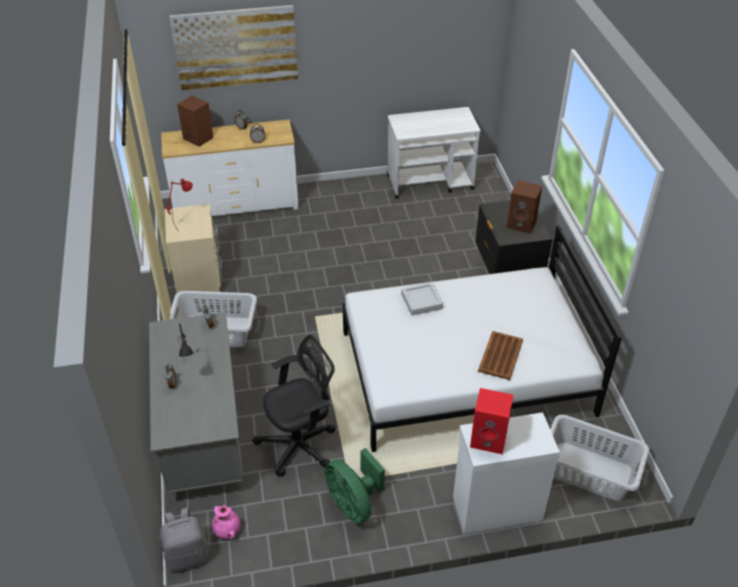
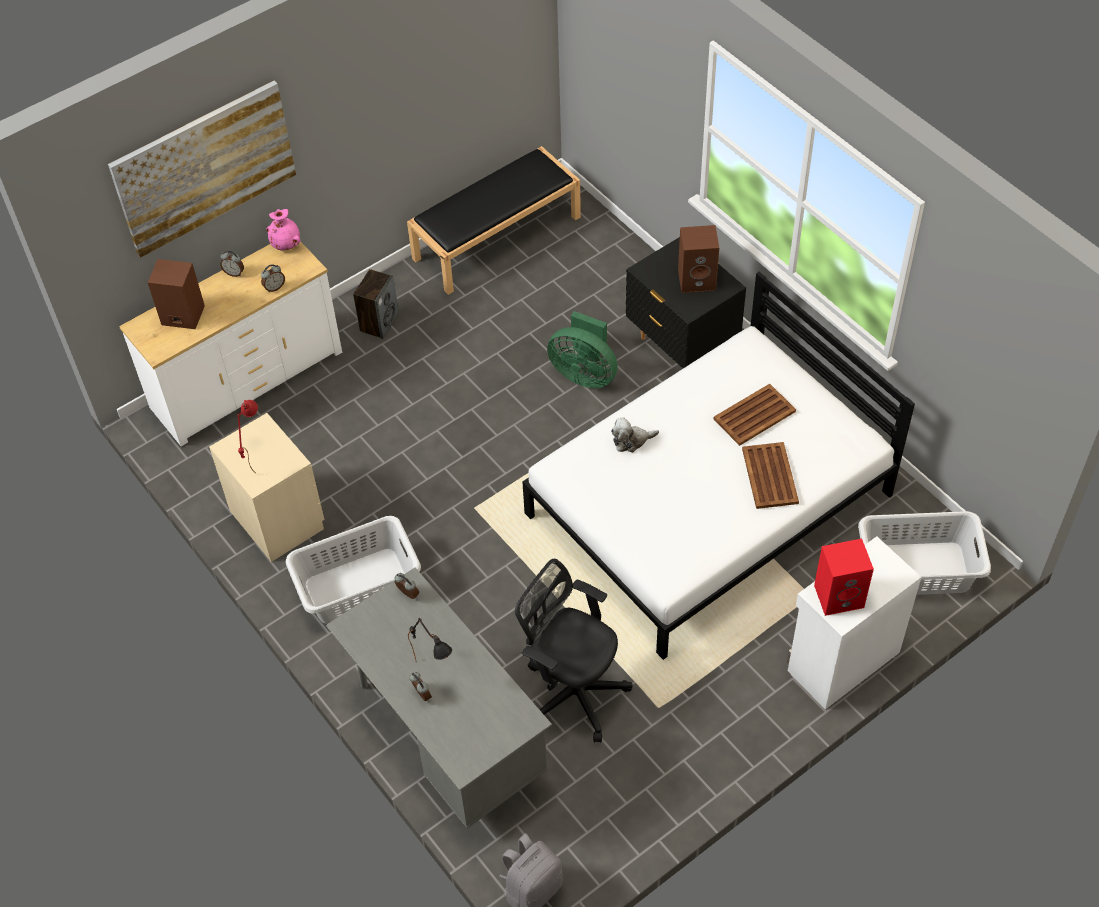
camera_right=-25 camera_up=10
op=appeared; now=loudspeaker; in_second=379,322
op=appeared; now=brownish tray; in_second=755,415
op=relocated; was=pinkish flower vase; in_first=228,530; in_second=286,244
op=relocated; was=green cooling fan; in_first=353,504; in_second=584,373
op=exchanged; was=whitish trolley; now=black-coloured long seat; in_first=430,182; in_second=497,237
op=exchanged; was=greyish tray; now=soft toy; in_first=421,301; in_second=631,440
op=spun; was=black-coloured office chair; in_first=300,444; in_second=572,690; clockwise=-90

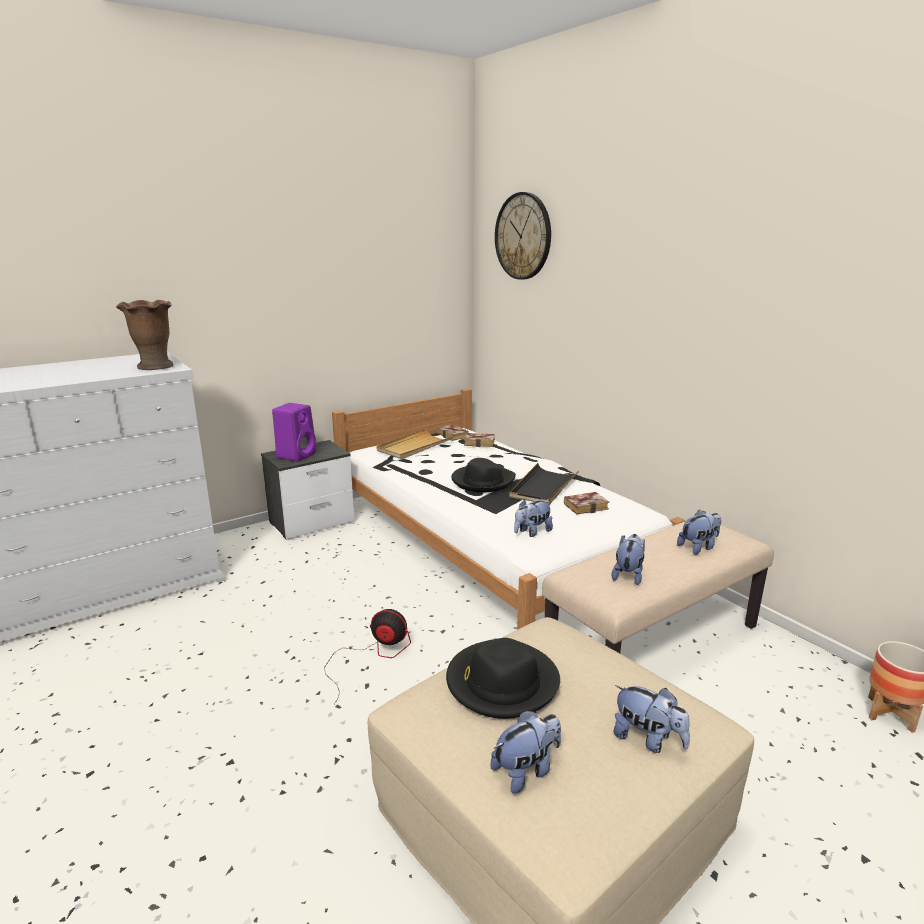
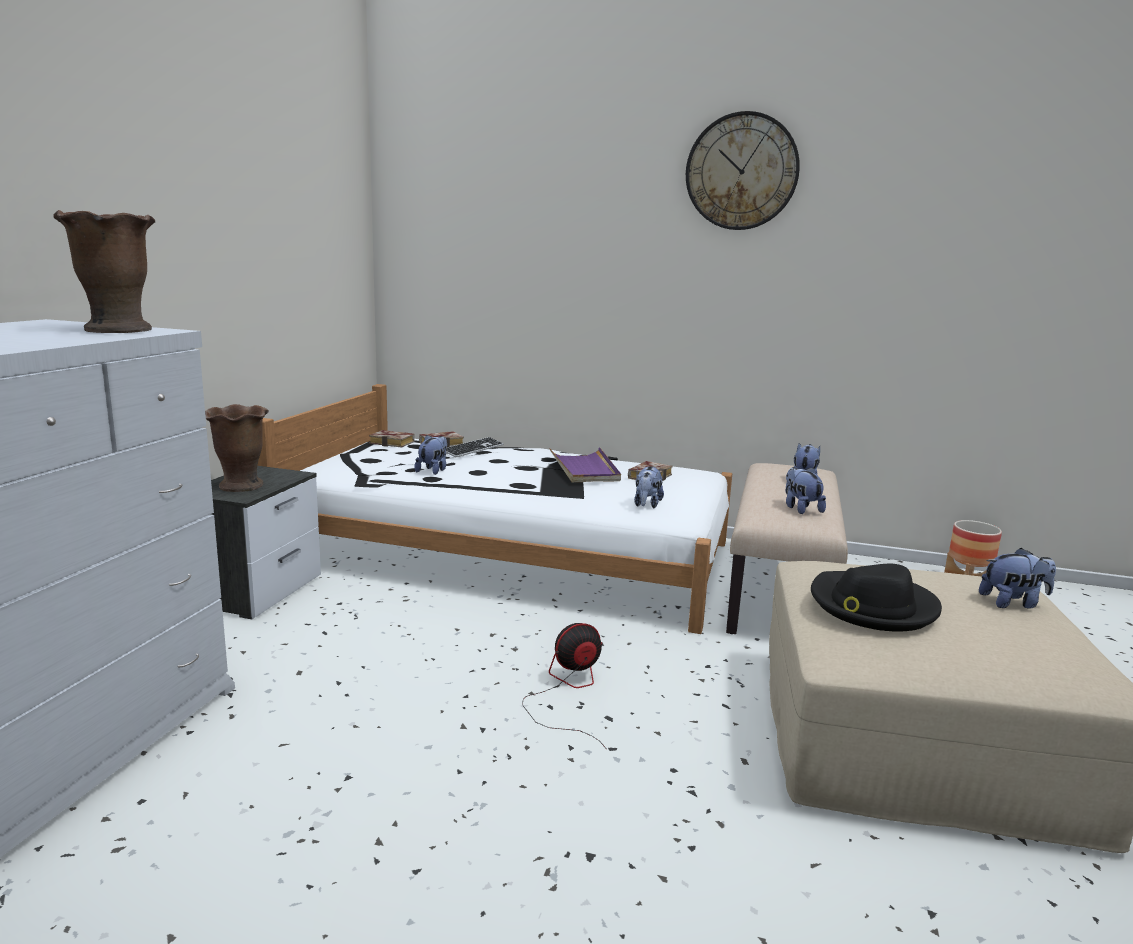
camera_right=-40 camera_up=-5
op=missing; was=beige-coloured tray; in_first=414,447
op=missing; was=black-coloured clothing hat; in_first=482,481
op=appeared; now=computer keyboard; in_second=473,449
op=relocated; was=soft toy; in_first=526,770; in_second=433,470
op=relocated; was=clock on the wall; in_first=523,236; in_second=741,172
op=exchanged; was=purplish loudspeaker; now=brownish flower vase; in_first=297,455; in_second=241,486
op=colour; was=black-coloured tray; now=purplish tray; in_first=543,487; in_second=584,469

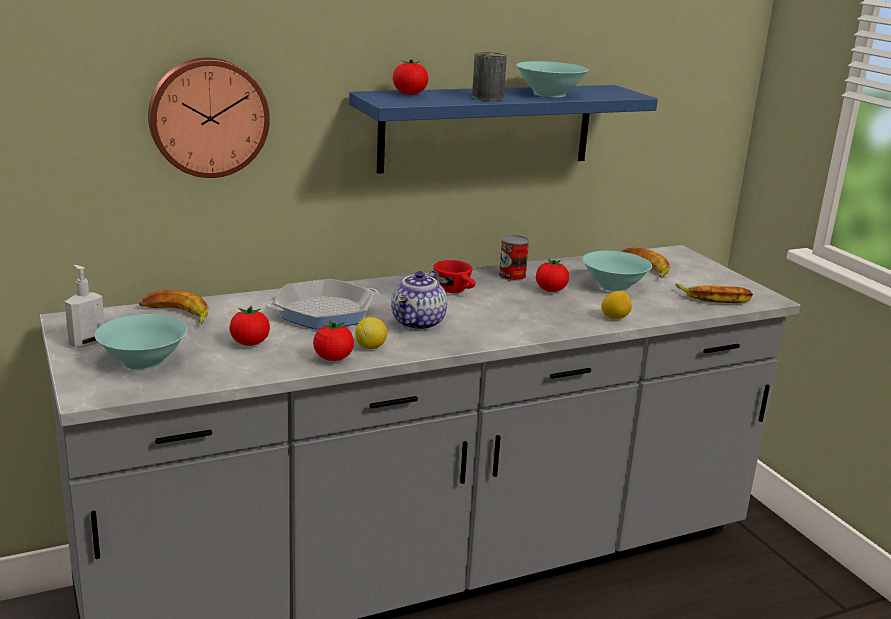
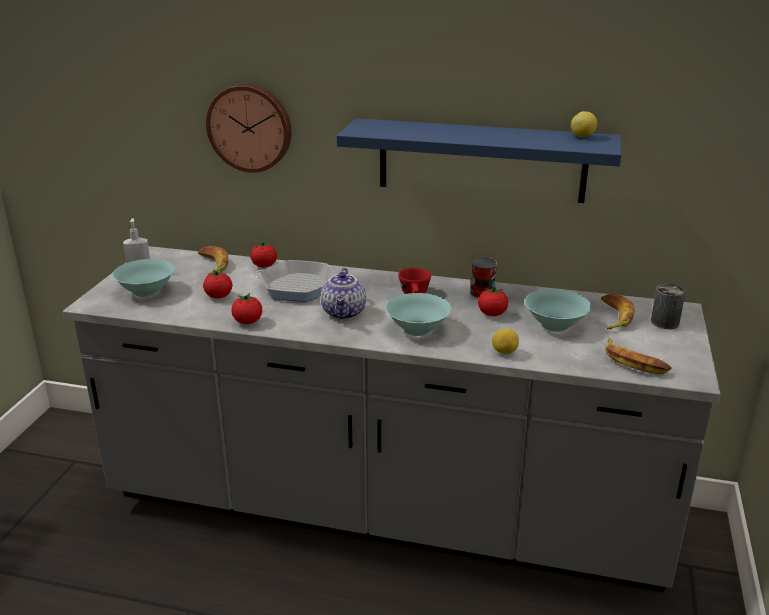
camera_right=40 camera_up=5
op=relocated; was=whole lemon; in_first=370,347; in_second=583,136
op=relocated; was=whole tomato; in_first=409,94; in_second=264,266
op=relocated; was=metal can; in_first=487,97; in_second=664,322
op=relocated; was=turquoise-coloured serving bowl; in_first=549,94; in_second=418,328
op=spun; was=pot for tea; in_first=419,323; in_second=345,313; clockwise=-60

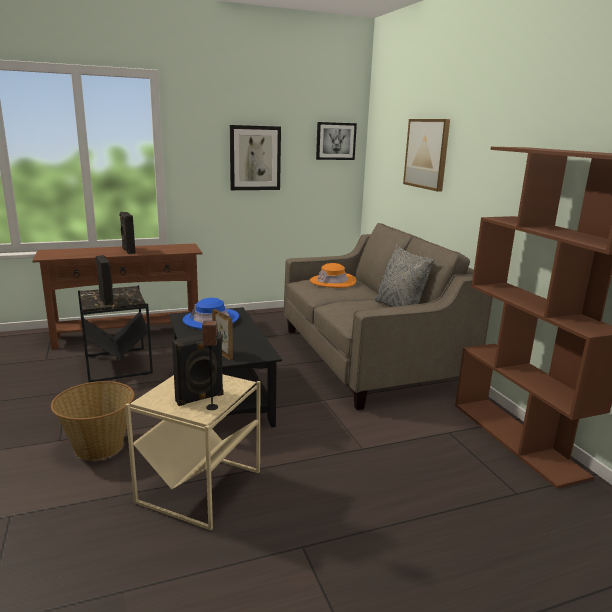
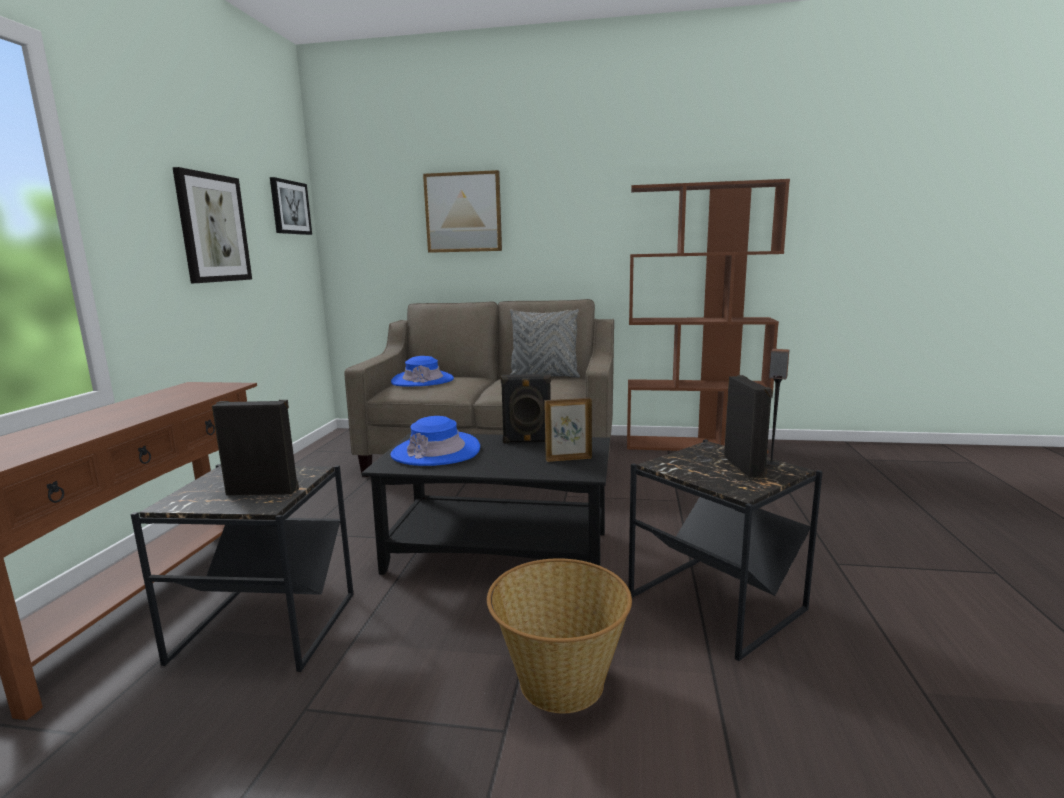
camera_right=-60 camera_up=-5
op=relocated; was=black-coloured loudspeaker; in_first=128,251; in_second=527,441
op=colour; was=beige-coloured side table; now=black-coloured side table; in_first=201,487; in_second=715,603
op=colour; was=orangey clothing hat; now=bluish clothing hat; in_first=332,281; in_second=422,380

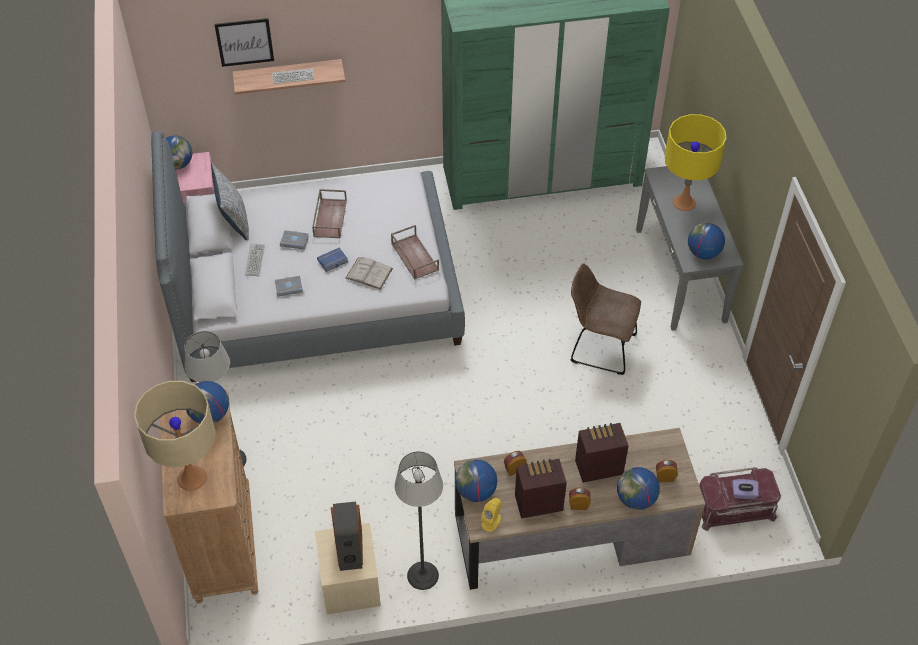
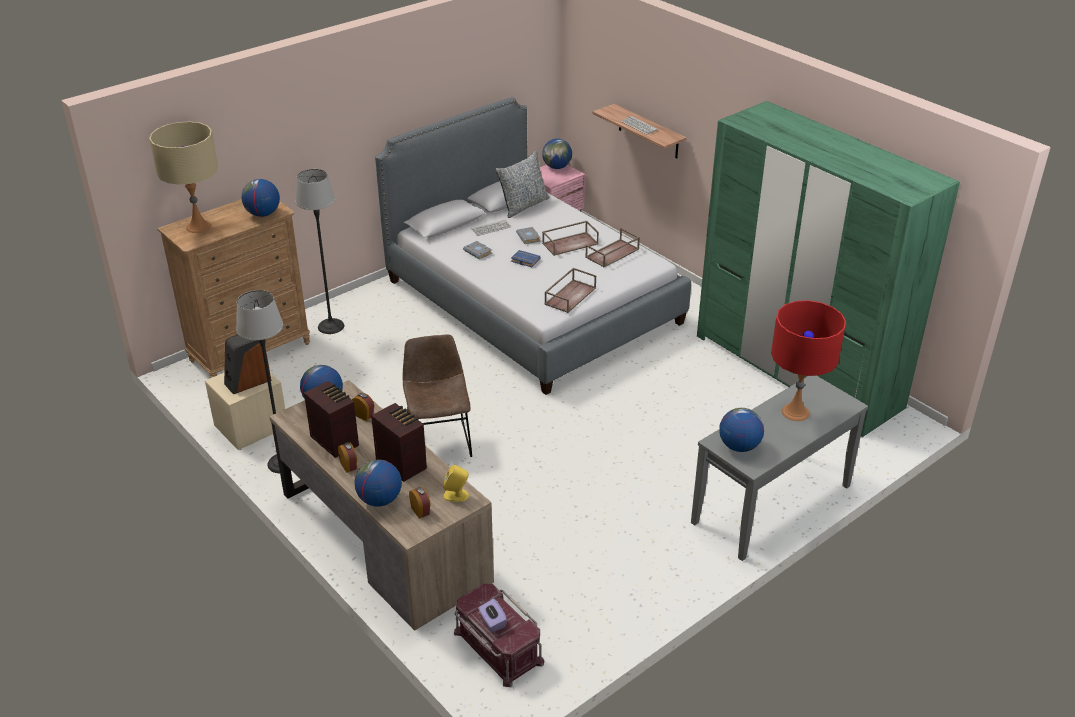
camera_right=60 camera_up=-15
op=missing; was=picture; in_first=244,42
op=missing; was=whitish book; in_first=369,273
op=appeared; now=brownish tray; in_second=612,254
op=relocated; was=yellowish loudspeaker; in_first=491,521; in_second=456,495
op=relocated; was=brownish chair; in_first=599,347; in_second=438,440
op=colour; was=yellowish lamp for a table; now=reddish lamp for a table; in_first=684,202; in_second=795,412

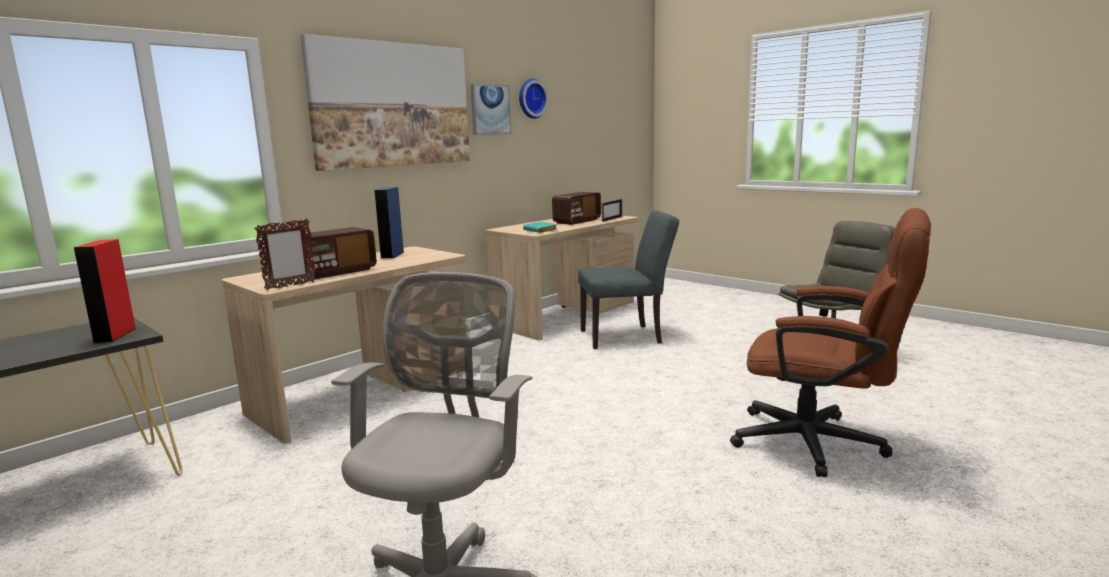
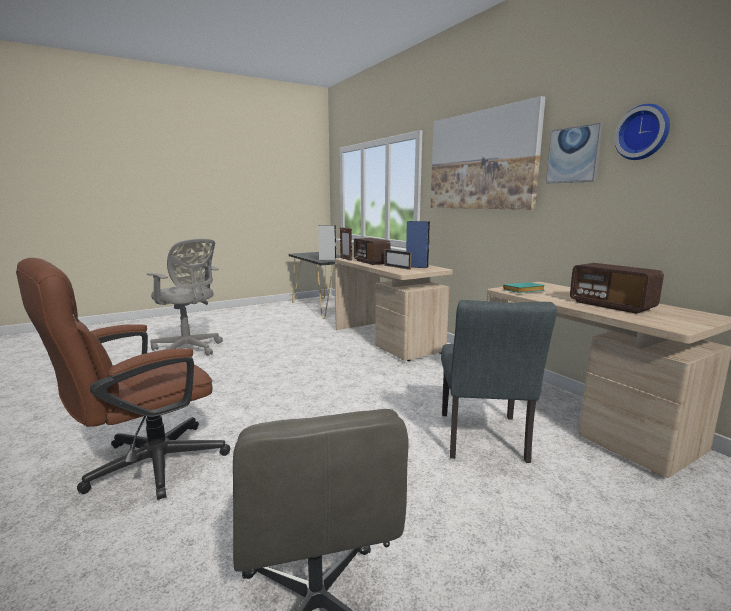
camera_right=105 camera_up=0
op=relocated; was=photo frame; in_first=612,219; in_second=397,267
op=colour; was=reddish loudspeaker; now=greyish loudspeaker; in_first=115,335; in_second=327,260

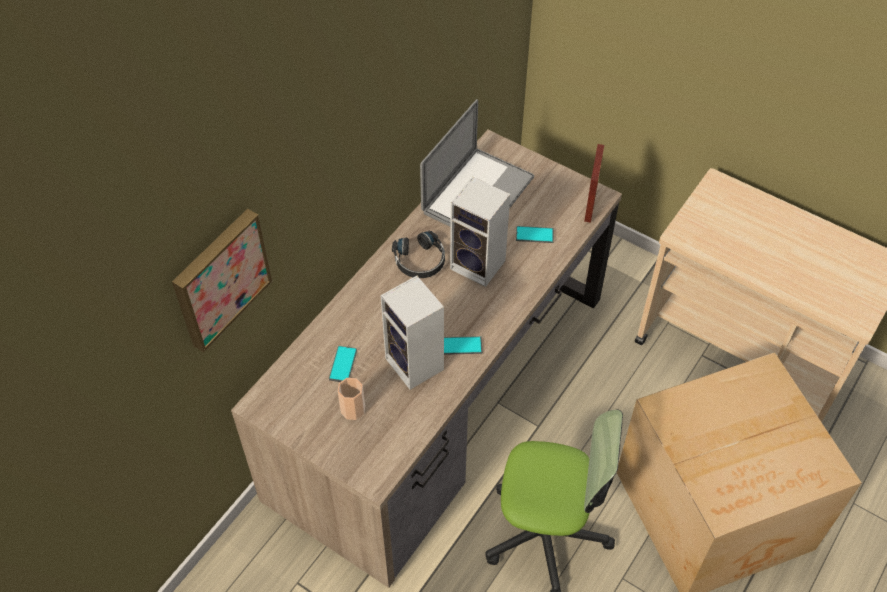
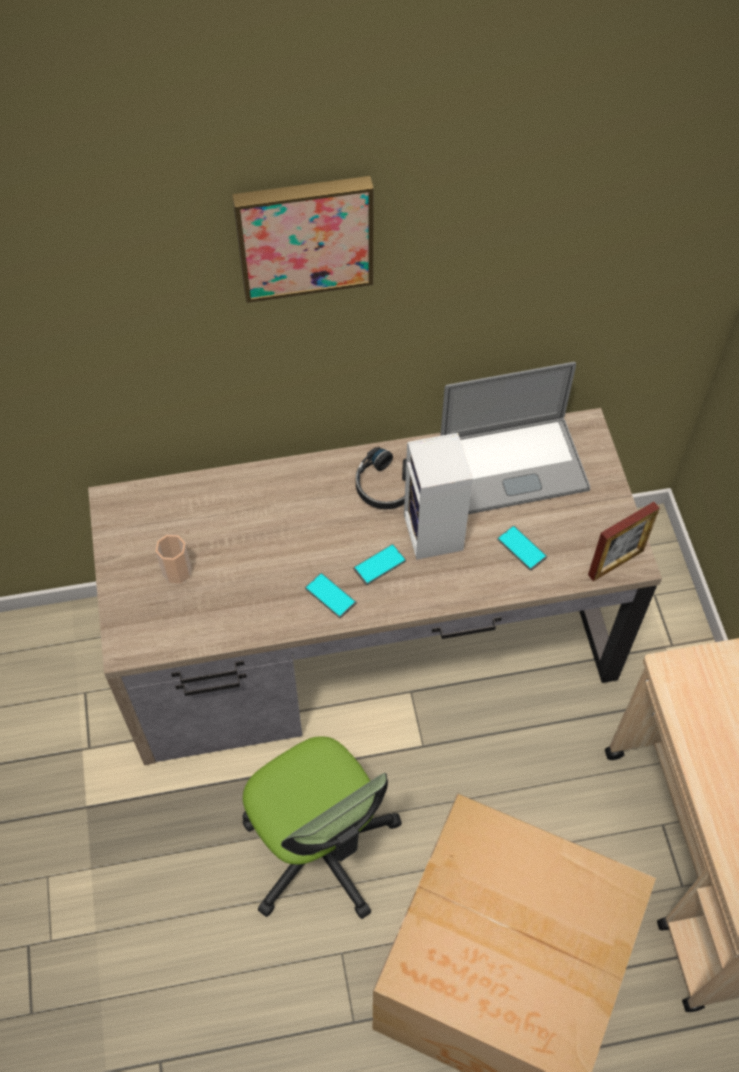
camera_right=45 camera_up=5
op=missing; was=loudspeaker; in_first=416,365
op=relocated; was=picture; in_first=219,278; in_second=304,235
op=relocated; was=handset; in_first=343,364; in_second=379,565

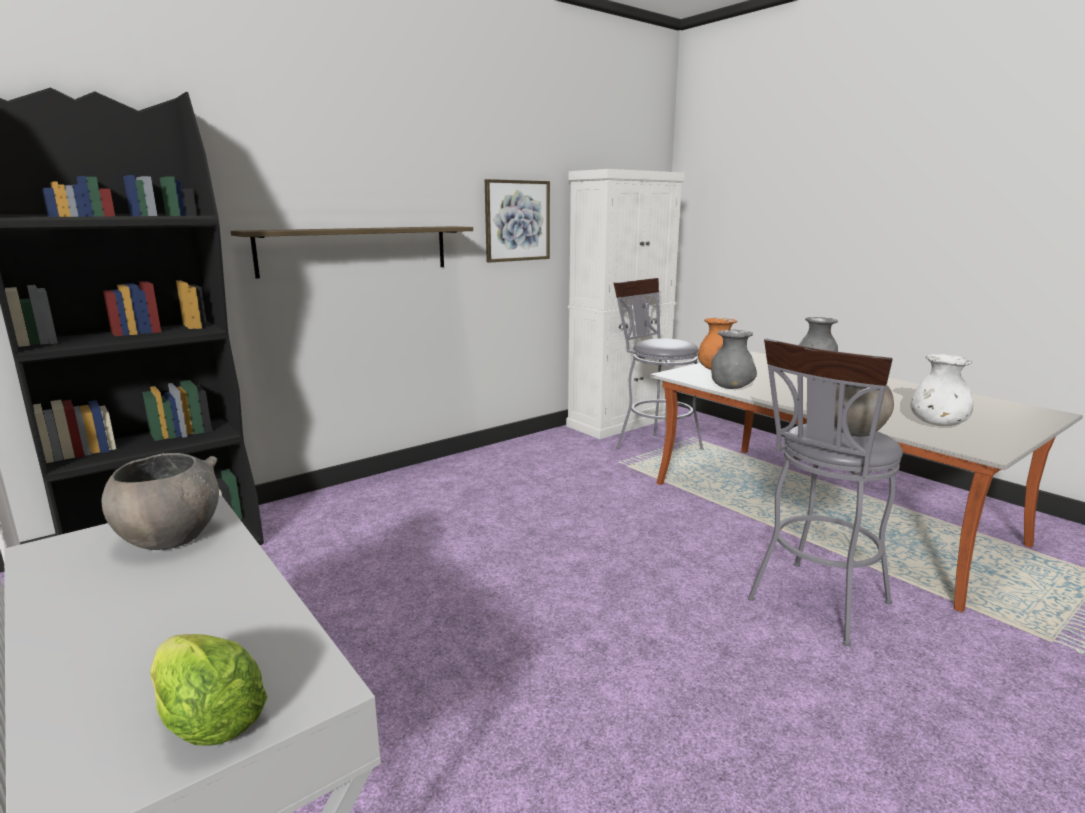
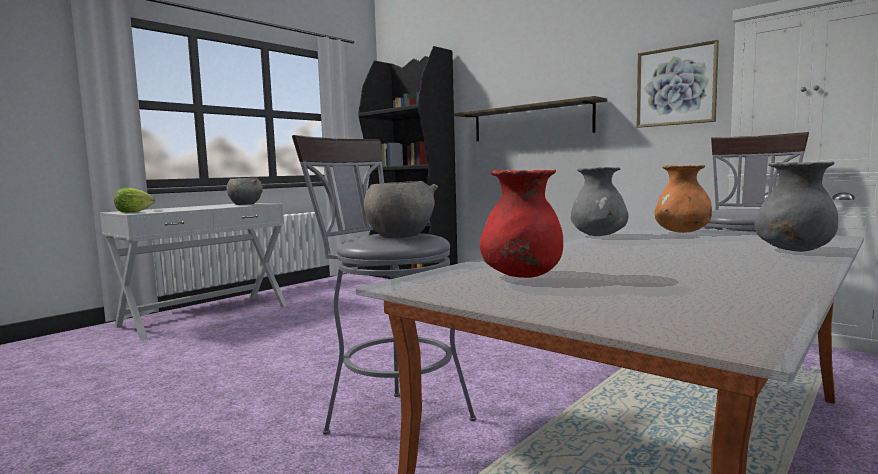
camera_right=80 camera_up=-10
op=colour; was=whitish flower vase; now=reddish flower vase; in_first=937,424; in_second=521,276

